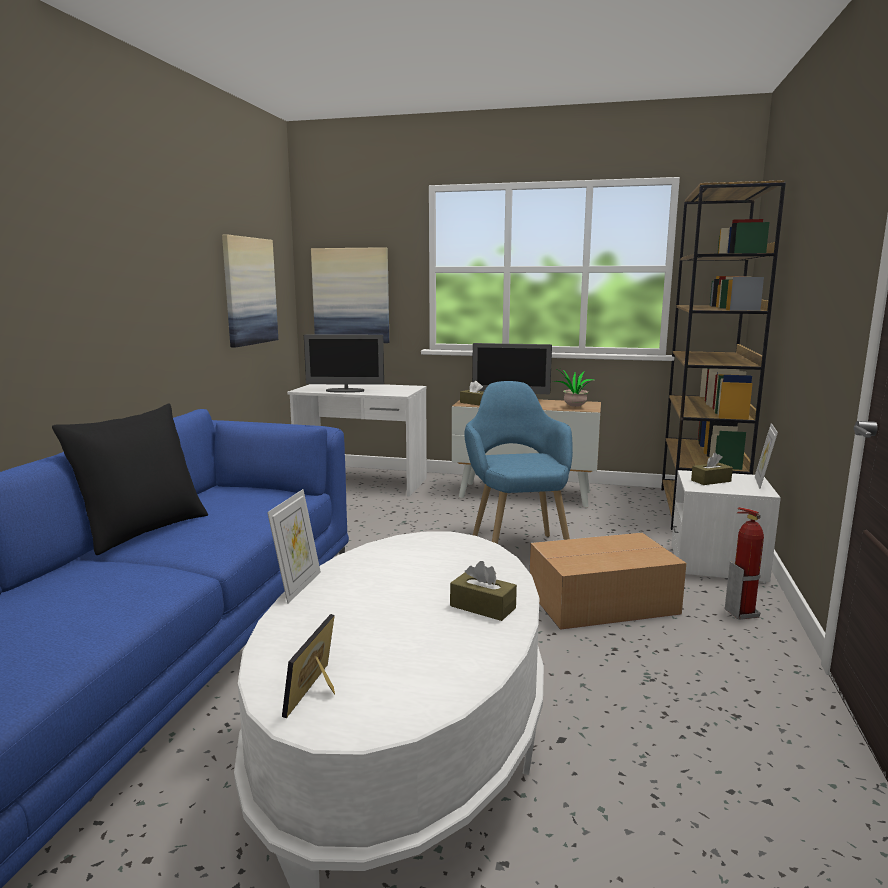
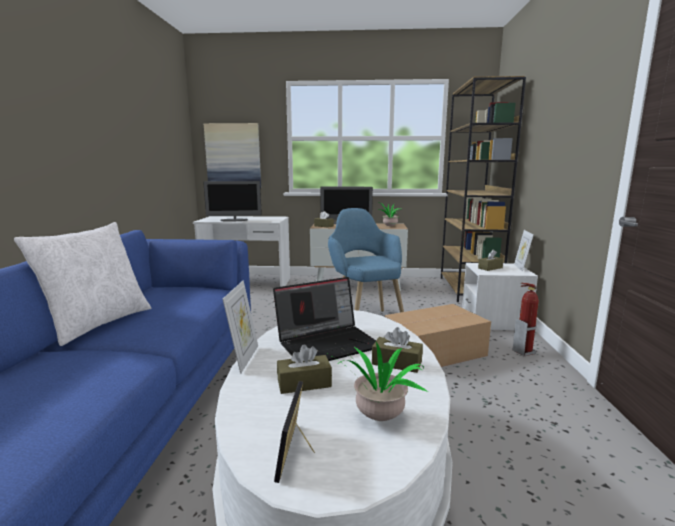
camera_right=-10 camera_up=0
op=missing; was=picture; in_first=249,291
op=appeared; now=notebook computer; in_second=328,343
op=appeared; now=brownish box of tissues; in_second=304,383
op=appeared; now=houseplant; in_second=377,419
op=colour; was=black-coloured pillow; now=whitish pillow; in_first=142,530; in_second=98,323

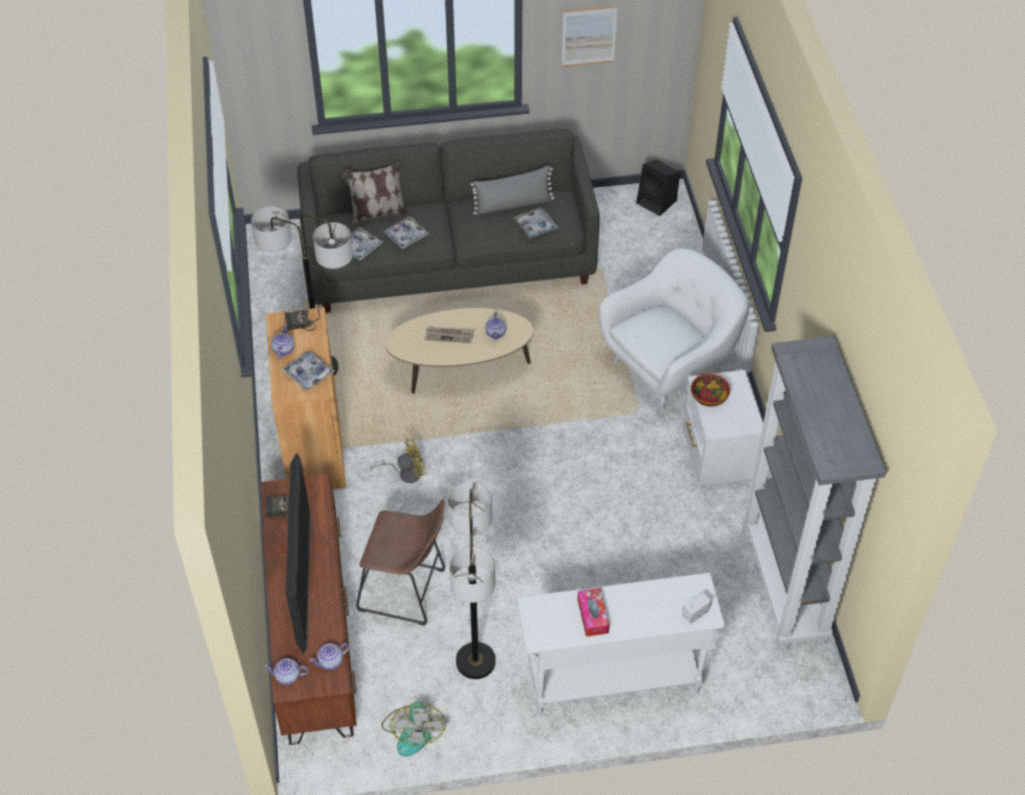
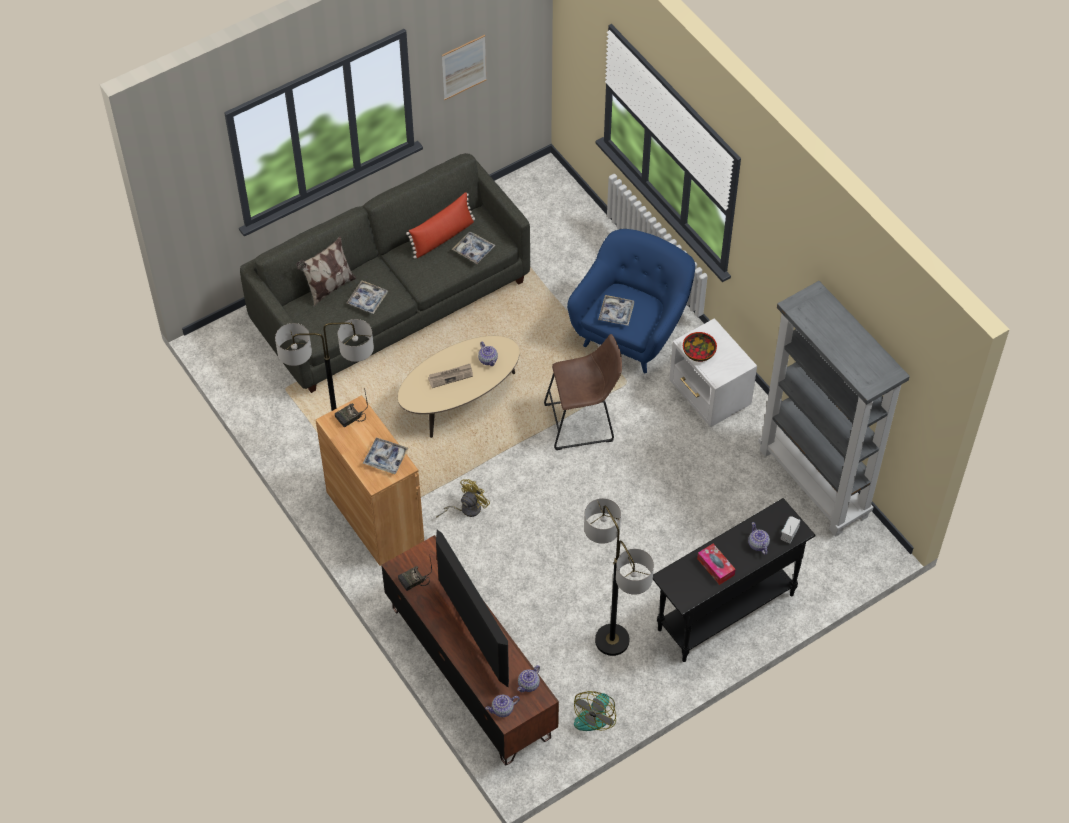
camera_right=-25 camera_up=5
op=missing; was=black-coloured loudspeaker; in_first=657,202
op=relocated; was=pot for tea; in_first=283,350; in_second=758,544
op=relocated; was=tray; in_first=360,247; in_second=616,313
op=relocated; was=brownish stool; in_first=406,592; in_second=583,422
op=colour; was=greyish pillow; now=reddish pillow; in_first=513,204; in_second=442,237
op=colour; was=whitish hall table; now=black-coloured hall table; in_first=613,681; in_second=725,612
op=colour; was=whitish lounge chair; now=bluish lounge chair; in_first=670,367; in_second=631,333
op=spun; was=cooling fan; in_first=413,731; in_second=595,714; clockwise=60

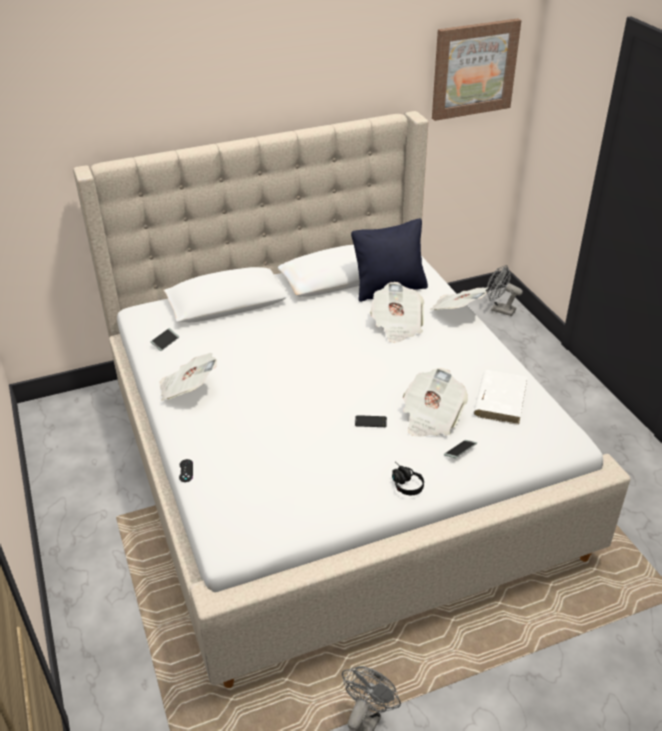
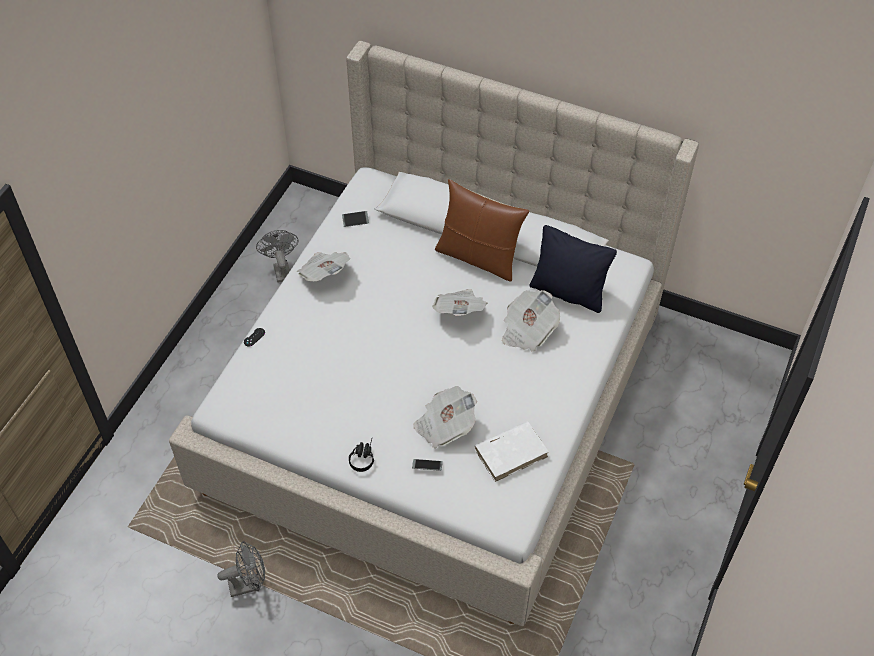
camera_right=45 camera_up=15
op=missing; was=handset; in_first=370,422
op=missing; was=picture; in_first=474,69
op=appeared; now=brownish pillow; in_second=478,257
op=relocated; was=printed paper; in_first=457,311; in_second=459,311
op=relocated; was=greyish cooling fan; in_first=499,309; in_second=281,269

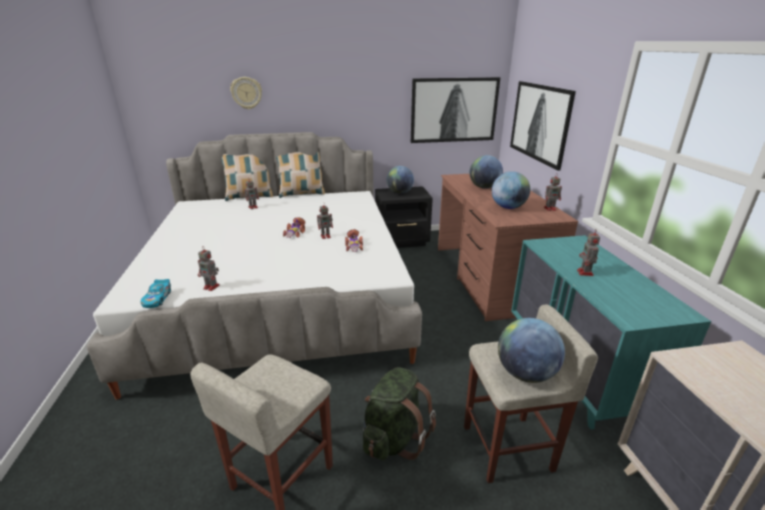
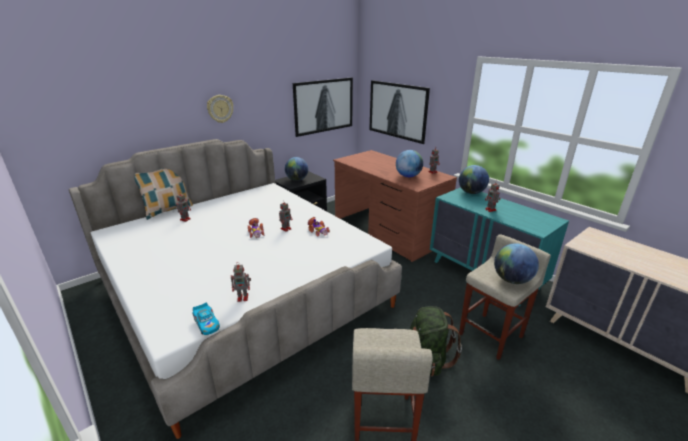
camera_right=-30 camera_up=0
op=missing; was=pillow; in_first=301,194
op=relocated; was=clock on the wall; in_first=246,93; in_second=220,108
op=relocated; was=desk globe; in_first=484,187; in_second=471,192

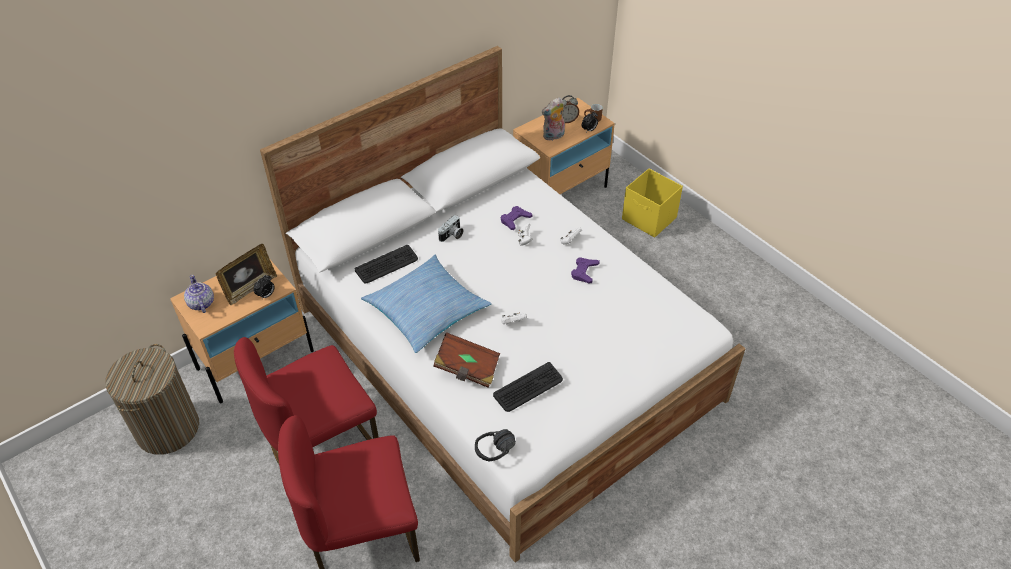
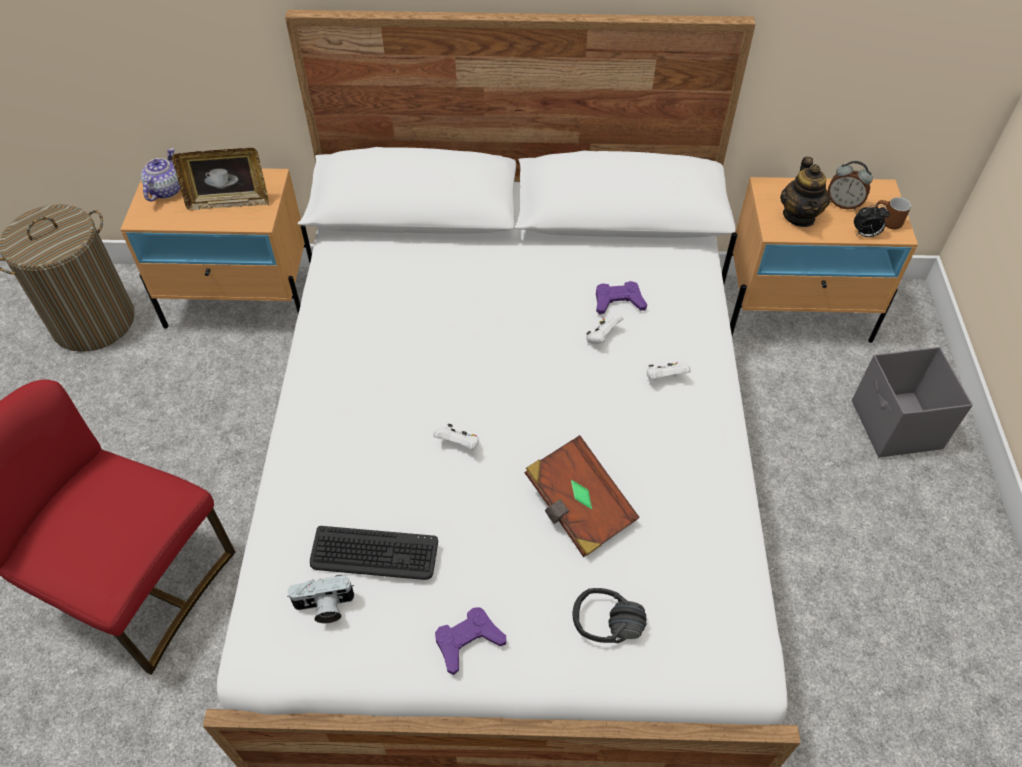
camera_right=40 camera_up=5
op=missing; was=reddish chair; in_first=321,440
op=missing; was=alarm clock; in_first=266,295
op=missing; was=computer keyboard; in_first=387,265
op=missing; was=pillow; in_first=426,310
op=relocated; was=brownish book; in_first=467,368; in_second=578,508
op=relocated; was=photo camera; in_first=452,235; in_second=324,607
op=relocated; was=black-coloured headset; in_first=498,454; in_second=606,633
op=relocated; was=purplish joypad; in_first=584,272; in_second=468,641
op=exchanged; was=soft toy; now=pot for tea; in_first=553,136; in_second=799,216
op=colour; was=yellowish storage bin; now=greyish storage bin; in_first=649,219; in_second=895,426

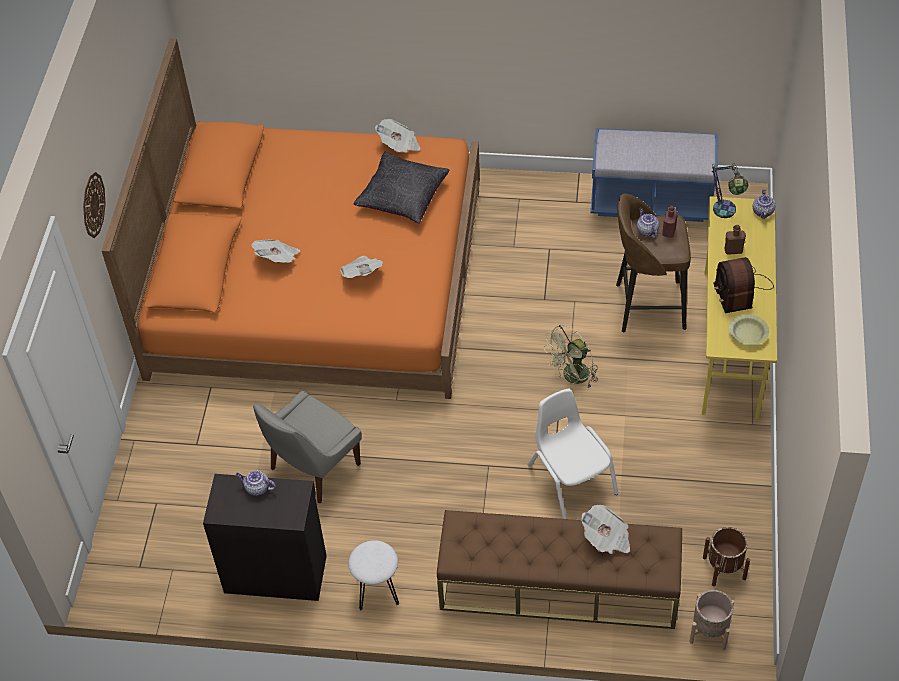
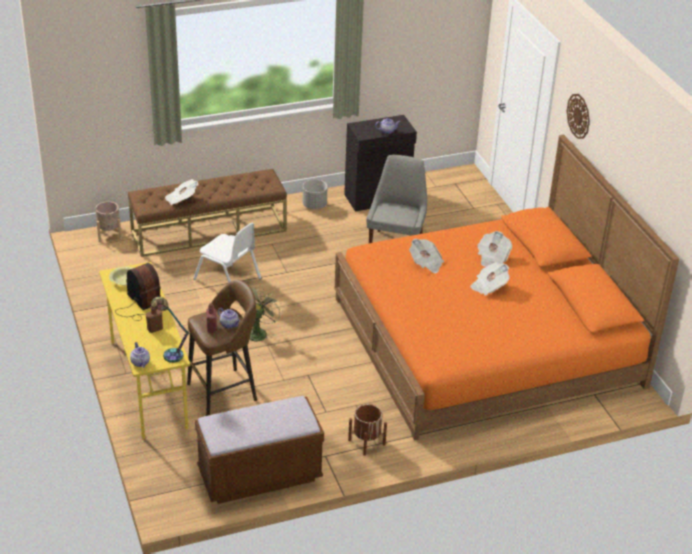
camera_right=150 camera_up=-15
op=missing; was=black-coloured pillow; in_first=402,196
op=relocated; was=printed paper; in_first=399,145; in_second=489,286
op=relocated; was=brownish flower pot; in_first=724,568; in_second=366,442
op=exchanged; was=whitish stool; now=greyish flower pot; in_first=376,590; in_second=314,205
op=colour; was=bluish long seat; now=brownish long seat; in_first=651,201; in_second=260,475

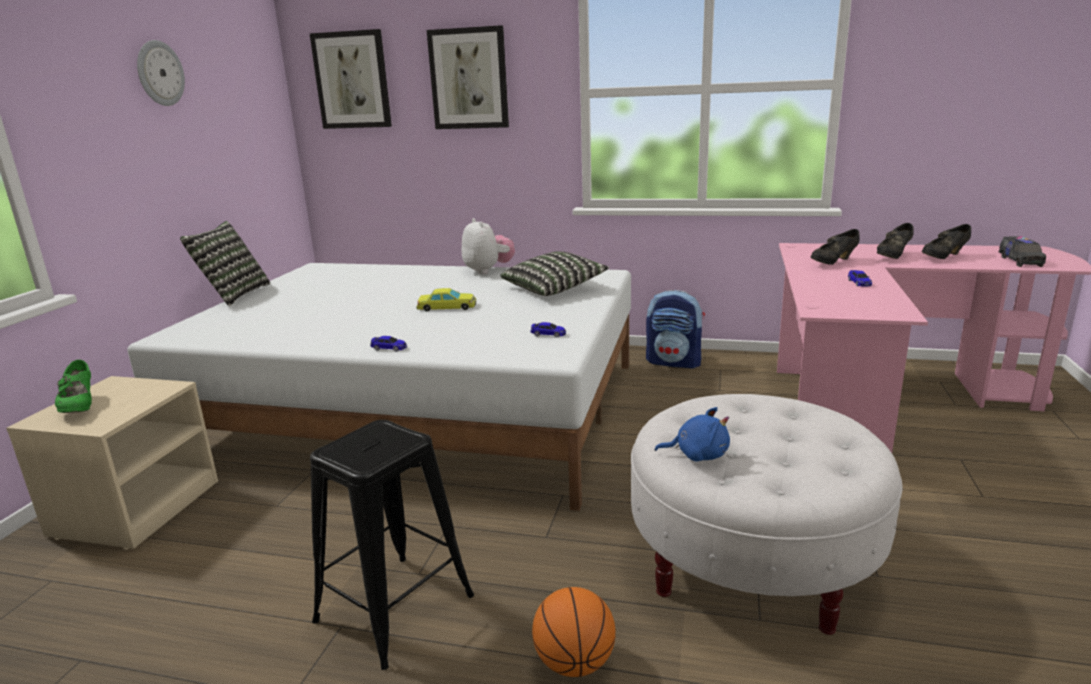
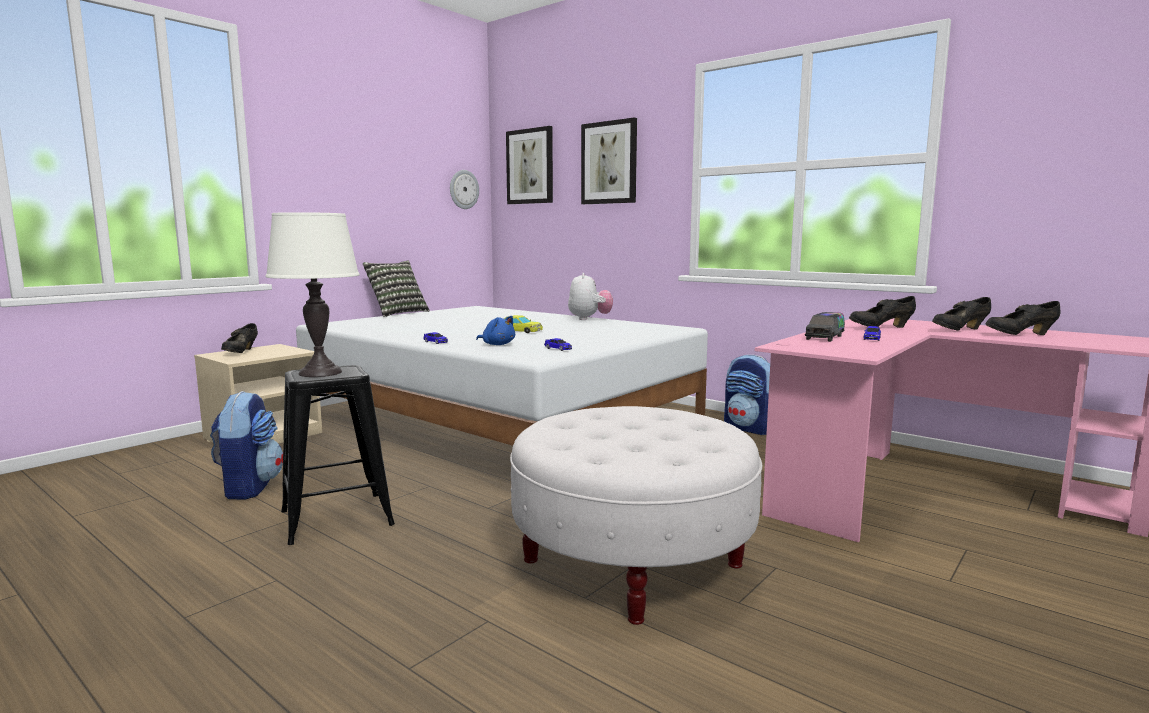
camera_right=25 camera_up=-10
op=missing; was=pillow; in_first=554,289
op=missing; was=basketball ball; in_first=574,663
op=appeared; now=knapsack; in_second=249,487
op=appeared; now=whitish lamp for a table; in_second=320,372
op=relocated; was=clock on the wall; in_first=159,73; in_second=463,189
op=relocated; was=bluish soft toy; in_first=697,455; in_second=497,344
op=relocated; was=toy truck; in_first=1020,261; in_second=824,337
op=colour; was=green low shoe; now=black-coloured low shoe; in_first=80,407; in_second=241,352

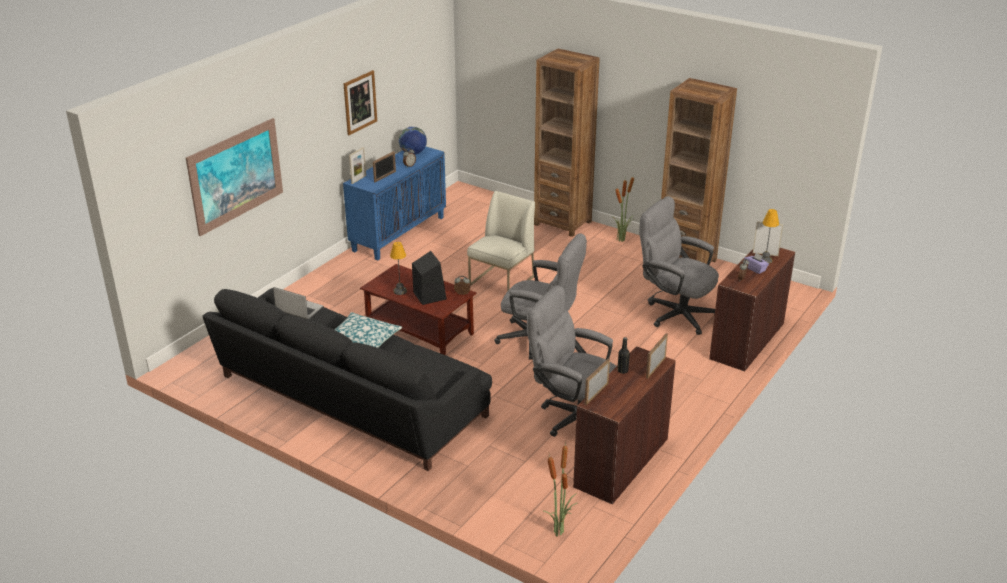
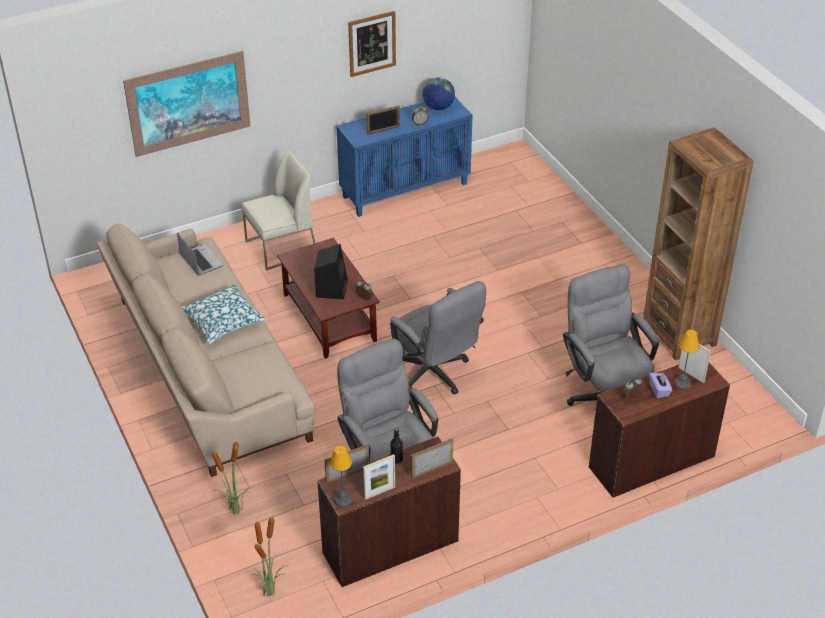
camera_right=30 camera_up=10
op=missing; was=brownish bookshelf; in_first=562,223
op=relocated; was=photo frame; in_first=358,179; in_second=379,493
op=relocated; was=lamp for a table; in_first=399,291; in_second=342,499
op=relocated; was=whitish chair; in_first=502,281; in_second=281,248
op=relocated; was=houseplant; in_first=622,240; in_second=236,511
op=colour; was=black-coloured settee; now=beige-coloured settee; in_first=350,398; in_second=207,369

